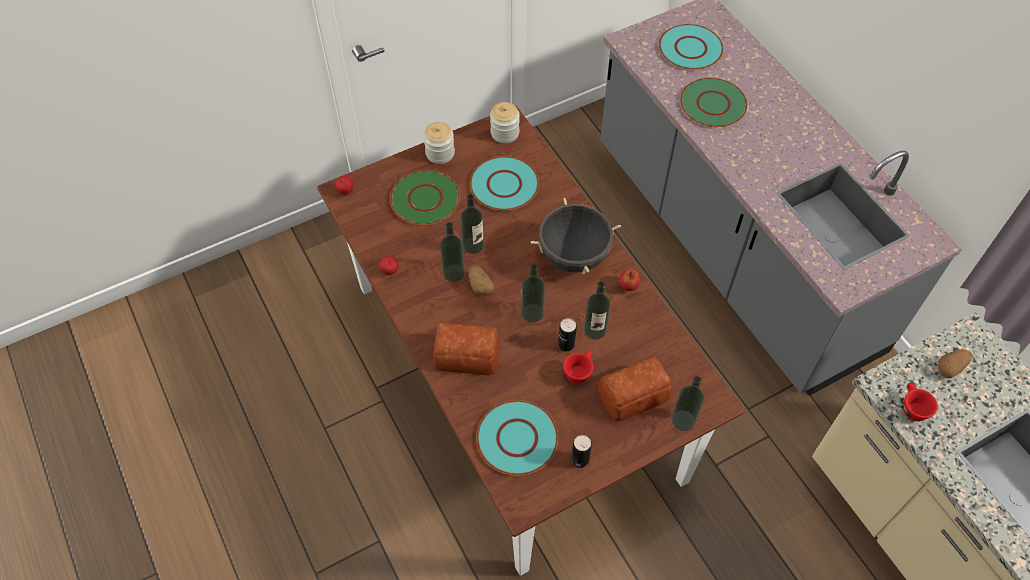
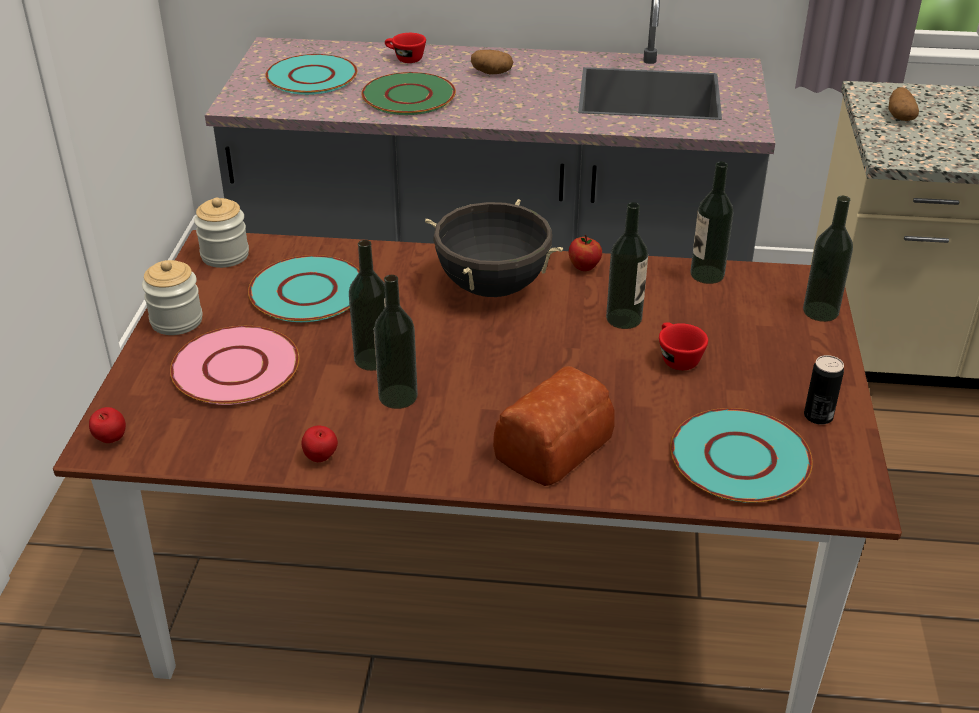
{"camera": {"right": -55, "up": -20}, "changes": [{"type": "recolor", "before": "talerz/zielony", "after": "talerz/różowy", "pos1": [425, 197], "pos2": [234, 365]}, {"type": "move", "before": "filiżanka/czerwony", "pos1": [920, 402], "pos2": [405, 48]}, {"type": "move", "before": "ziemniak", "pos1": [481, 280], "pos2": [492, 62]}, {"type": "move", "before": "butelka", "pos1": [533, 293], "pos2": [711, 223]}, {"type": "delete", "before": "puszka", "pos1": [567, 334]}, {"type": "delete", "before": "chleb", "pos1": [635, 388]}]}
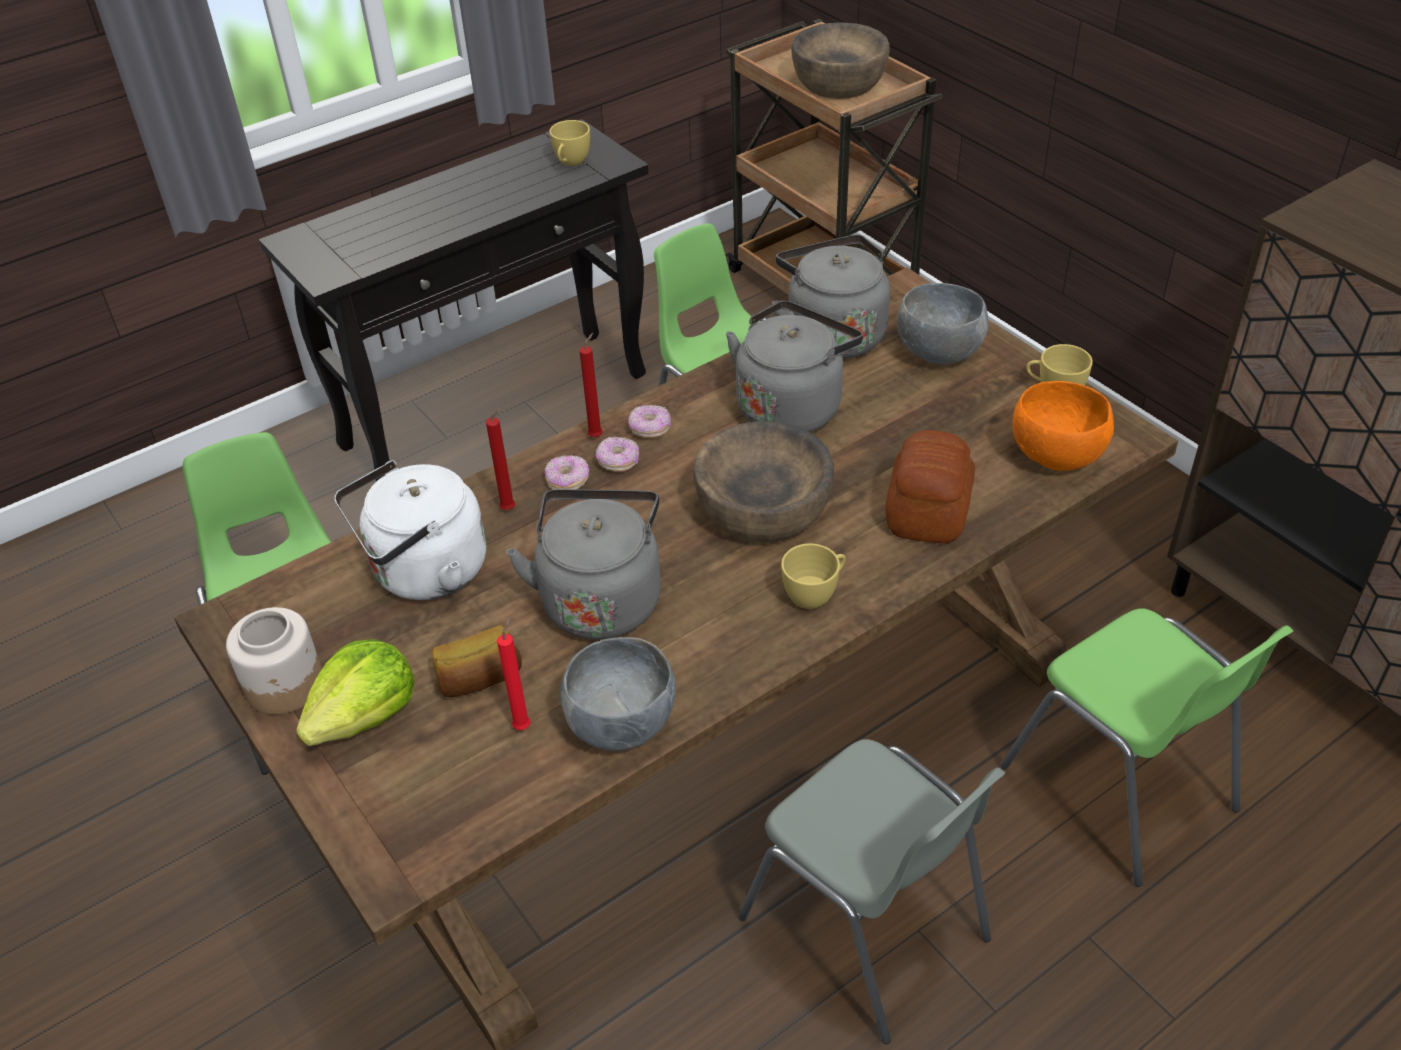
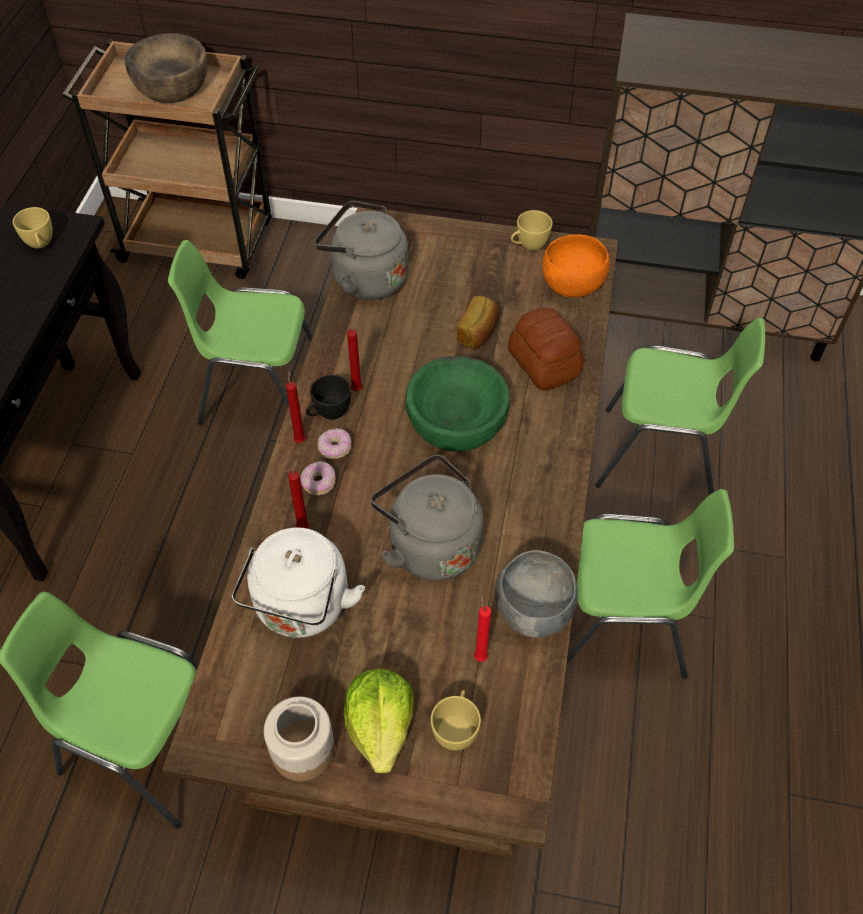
{"camera": {"right": -45, "up": 10}, "changes": [{"type": "replace", "before": "donut", "after": "filiżanka/czarny", "pos1": [649, 421], "pos2": [328, 397]}, {"type": "insert", "after": "świeca/czerwony", "pos2": [354, 358]}, {"type": "recolor", "before": "miska/brązowy", "after": "miska/zielony", "pos1": [764, 482], "pos2": [458, 403]}, {"type": "move", "before": "filiżanka/żółty", "pos1": [813, 576], "pos2": [456, 720]}, {"type": "move", "before": "chleb", "pos1": [477, 661], "pos2": [478, 322]}, {"type": "recolor", "before": "krzesło/szary", "after": "krzesło/zielony", "pos1": [871, 891], "pos2": [650, 584]}, {"type": "delete", "before": "czajnik/szary", "pos1": [794, 367]}, {"type": "delete", "before": "miska/szary", "pos1": [942, 324]}]}
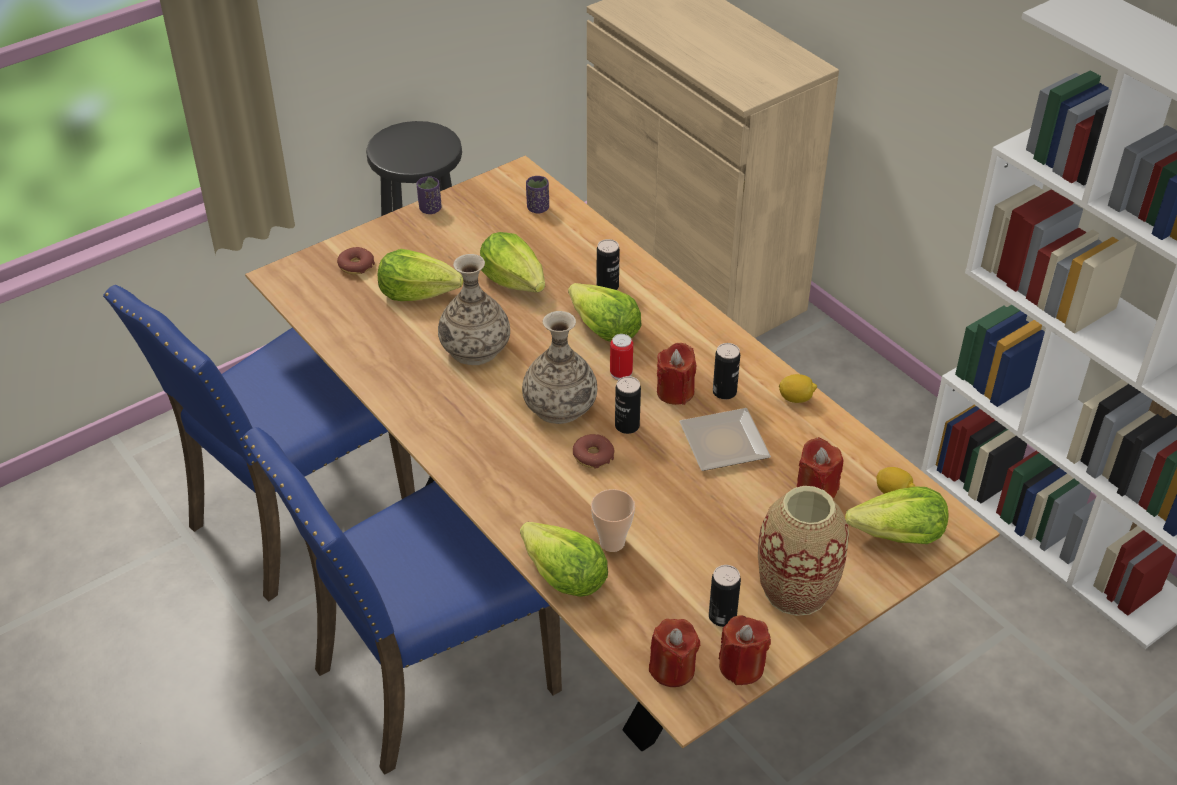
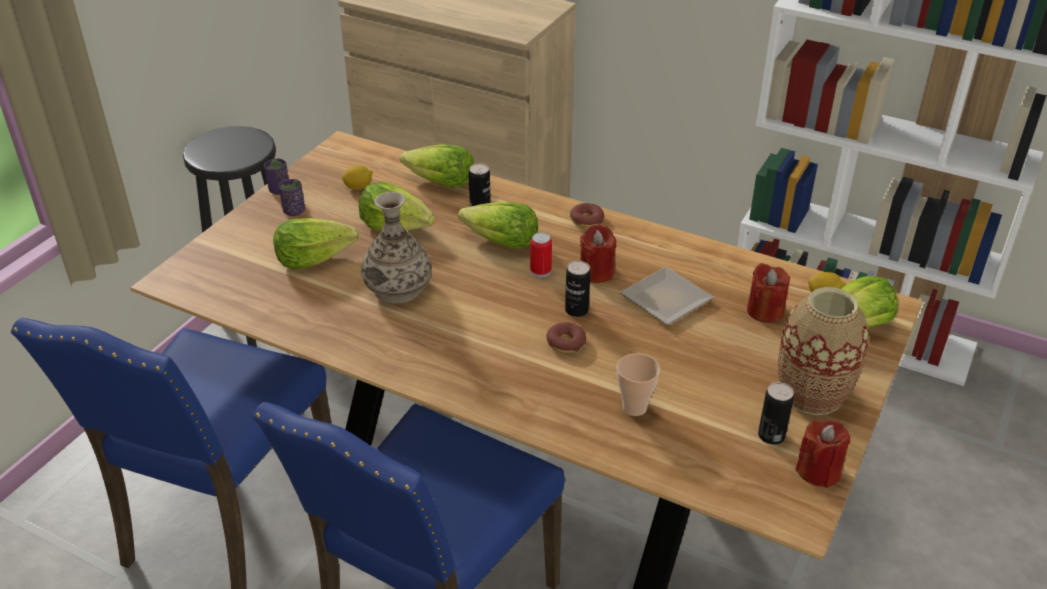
{"camera": {"right": -25, "up": -5}, "changes": [{"type": "move", "before": "filiżanka/fioletowy", "pos1": [537, 195], "pos2": [292, 197]}, {"type": "move", "before": "cytryna", "pos1": [798, 388], "pos2": [357, 177]}, {"type": "move", "before": "sałata", "pos1": [564, 559], "pos2": [437, 166]}, {"type": "move", "before": "donut", "pos1": [356, 261], "pos2": [587, 215]}, {"type": "delete", "before": "wazon", "pos1": [559, 367]}, {"type": "delete", "before": "świeca/czerwony", "pos1": [674, 653]}, {"type": "delete", "before": "puszka", "pos1": [726, 371]}]}
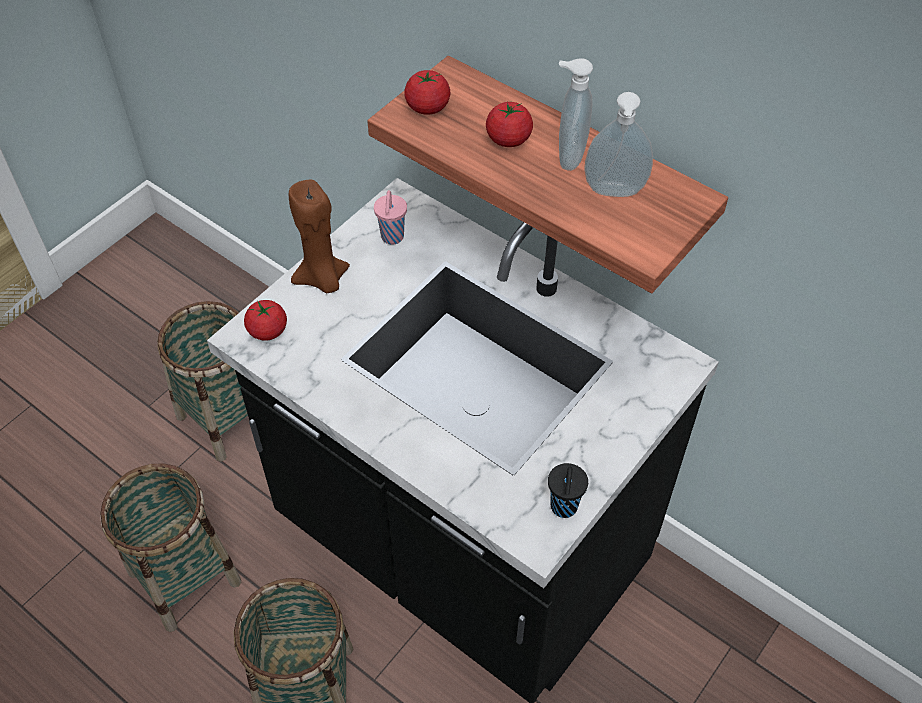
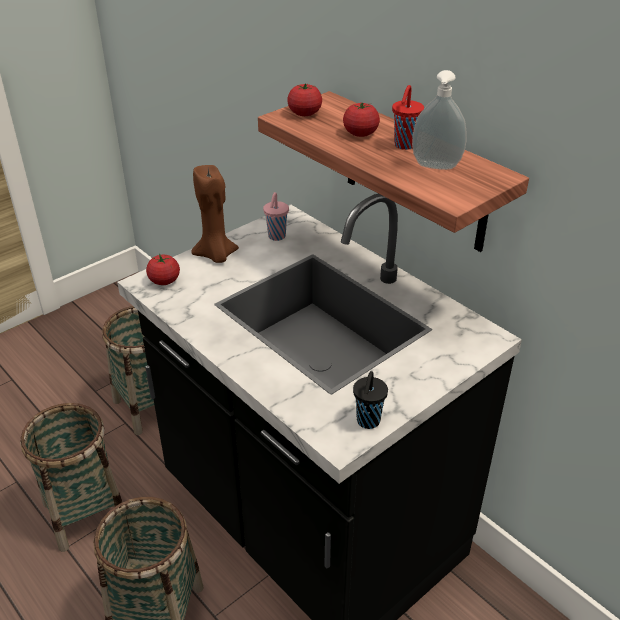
{"camera": {"right": 10, "up": -15}, "changes": [{"type": "replace", "before": "dozownik mydła", "after": "filiżanka/czerwony", "pos1": [576, 114], "pos2": [408, 117]}]}
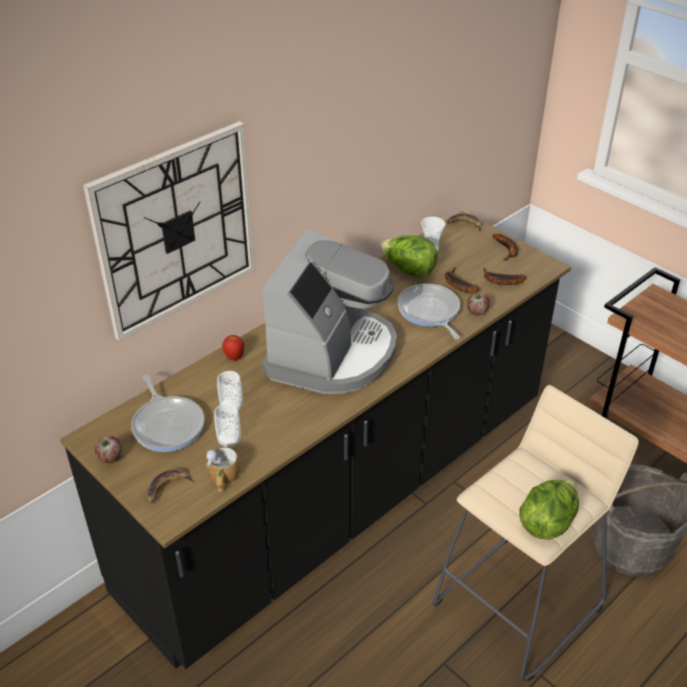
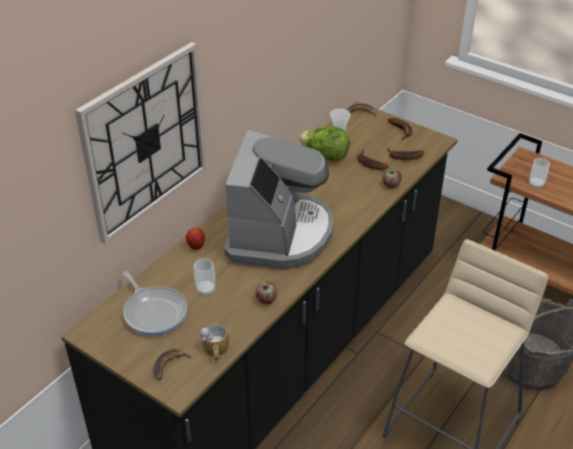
{"camera": {"right": -10, "up": 0}, "changes": [{"type": "move", "before": "jabłko", "pos1": [108, 449], "pos2": [266, 292]}, {"type": "move", "before": "filiżanka", "pos1": [227, 425], "pos2": [539, 173]}, {"type": "delete", "before": "patelnia", "pos1": [428, 311]}, {"type": "delete", "before": "sałata", "pos1": [549, 509]}]}
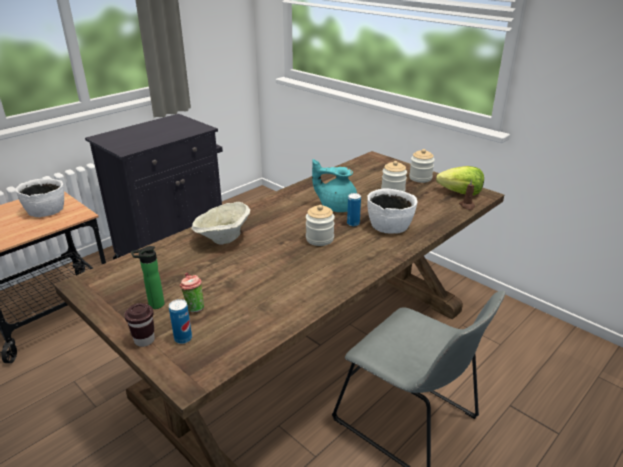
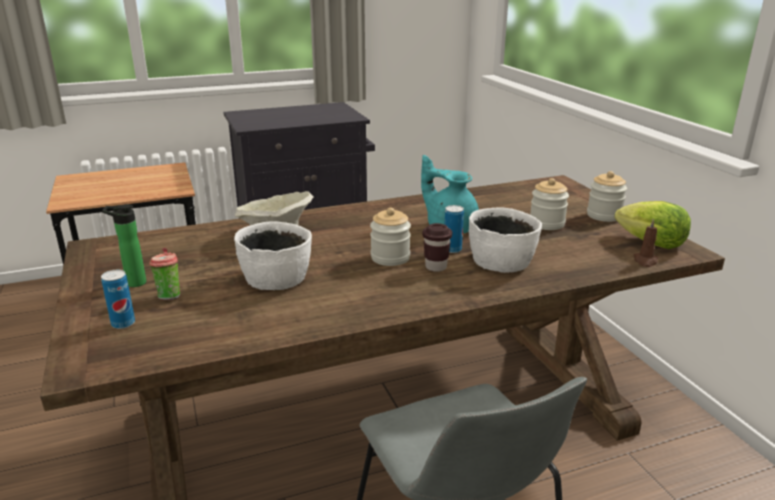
{"camera": {"right": 25, "up": -5}, "changes": [{"type": "move", "before": "miska/biały", "pos1": [40, 198], "pos2": [273, 255]}, {"type": "move", "before": "filiżanka/brązowy", "pos1": [139, 325], "pos2": [437, 247]}]}
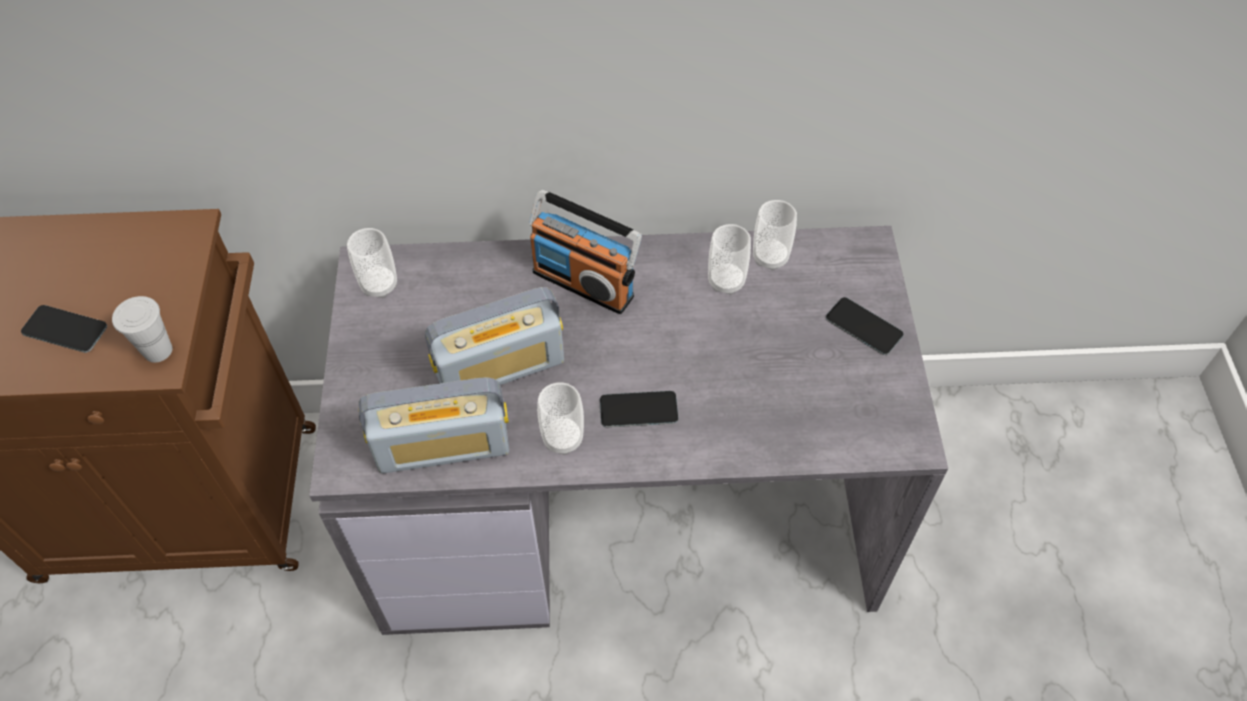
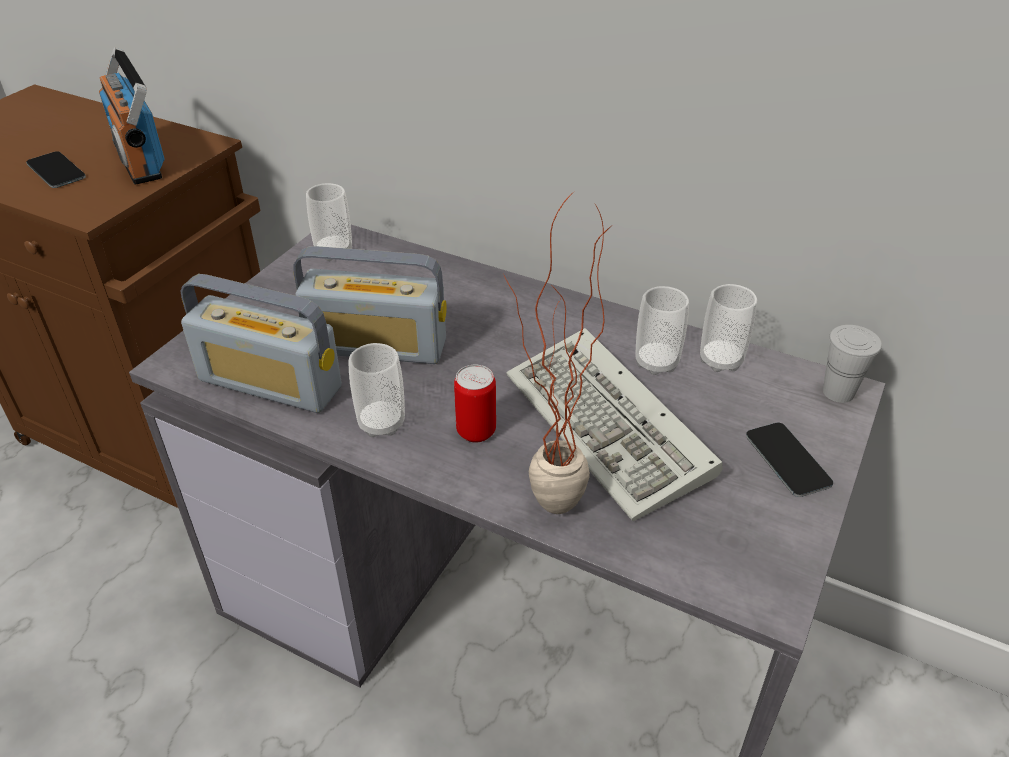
{"camera": {"right": 30, "up": -15}, "changes": [{"type": "move", "before": "radio", "pos1": [585, 252], "pos2": [131, 115]}, {"type": "replace", "before": "telefon", "after": "puszka", "pos1": [639, 409], "pos2": [475, 403]}, {"type": "insert", "after": "roślina doniczkowa", "pos2": [557, 352]}, {"type": "insert", "after": "klawiatura", "pos2": [614, 424]}, {"type": "move", "before": "filiżanka/biały", "pos1": [142, 329], "pos2": [852, 364]}]}
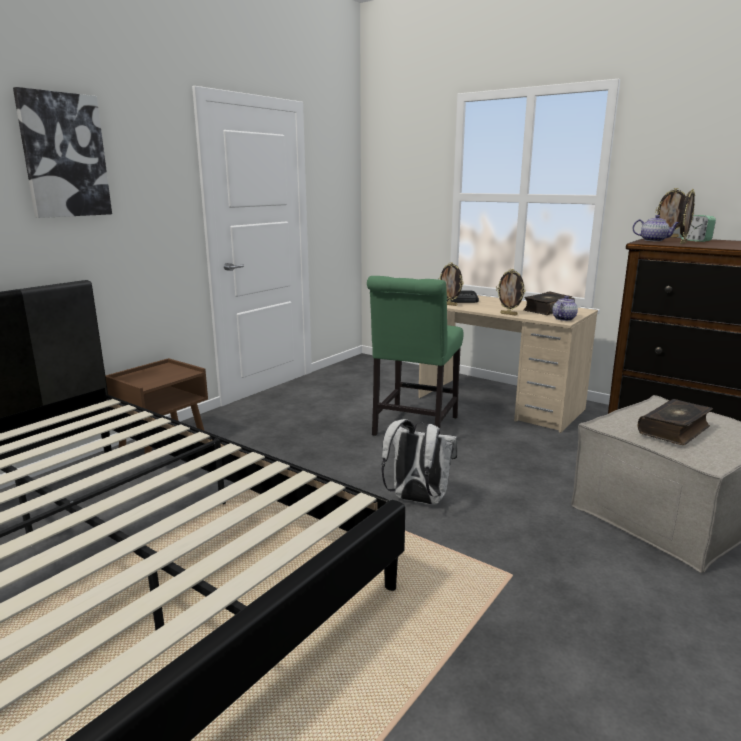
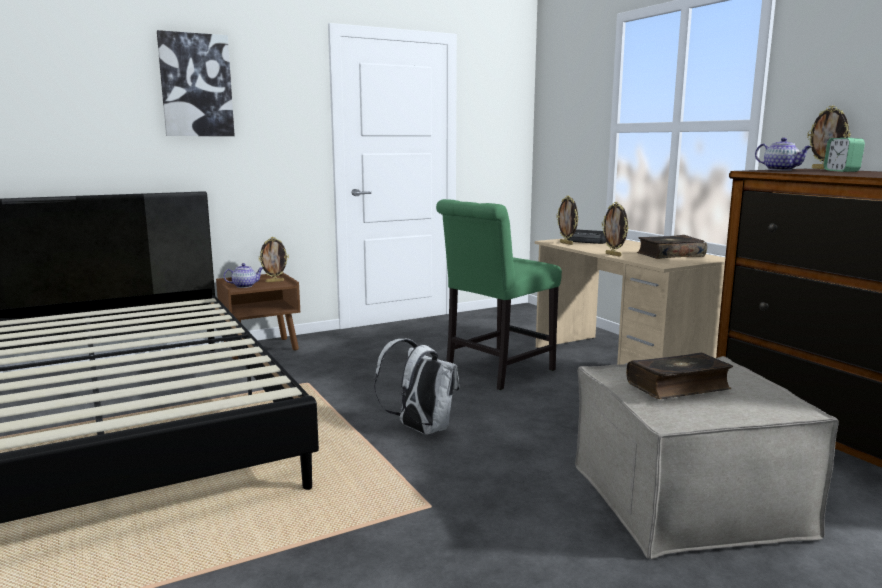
{"camera": {"right": 25, "up": -5}, "changes": [{"type": "move", "before": "imbryk", "pos1": [565, 308], "pos2": [243, 275]}, {"type": "move", "before": "ramka na zdjęcie", "pos1": [687, 216], "pos2": [273, 260]}]}
